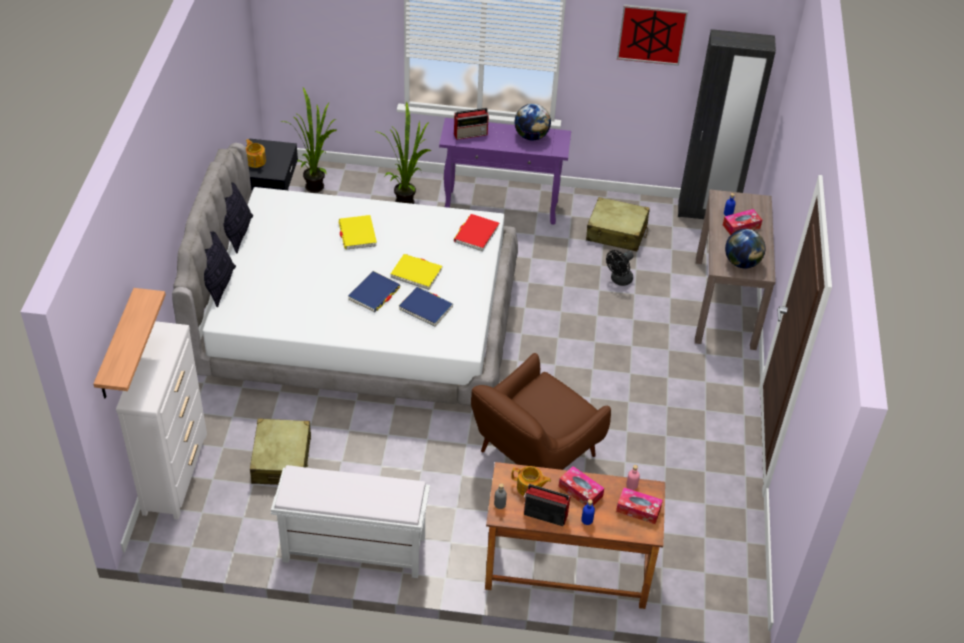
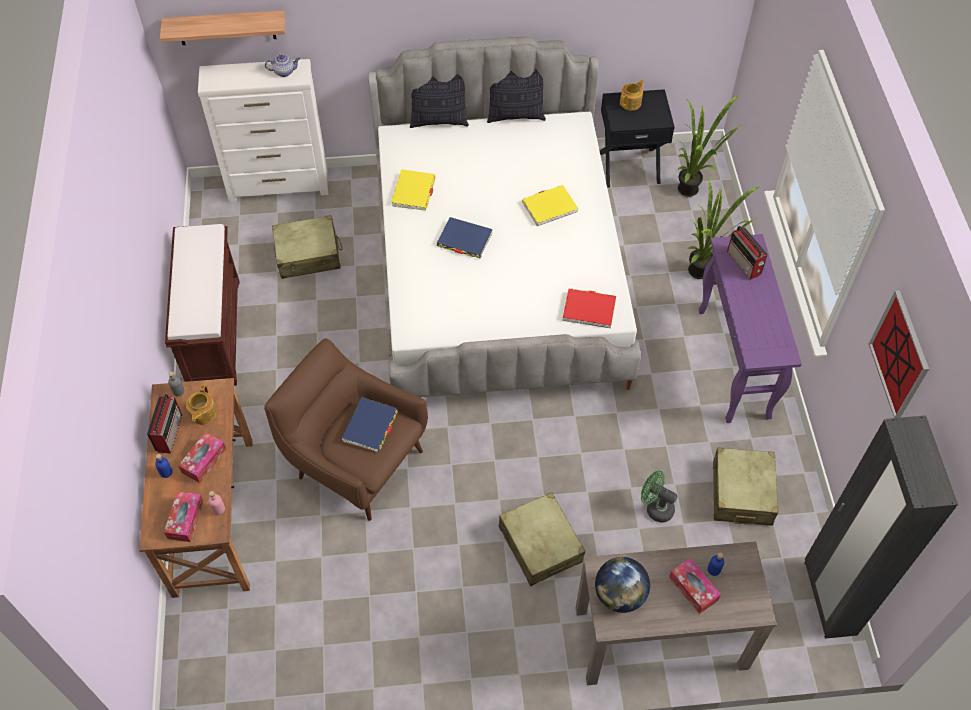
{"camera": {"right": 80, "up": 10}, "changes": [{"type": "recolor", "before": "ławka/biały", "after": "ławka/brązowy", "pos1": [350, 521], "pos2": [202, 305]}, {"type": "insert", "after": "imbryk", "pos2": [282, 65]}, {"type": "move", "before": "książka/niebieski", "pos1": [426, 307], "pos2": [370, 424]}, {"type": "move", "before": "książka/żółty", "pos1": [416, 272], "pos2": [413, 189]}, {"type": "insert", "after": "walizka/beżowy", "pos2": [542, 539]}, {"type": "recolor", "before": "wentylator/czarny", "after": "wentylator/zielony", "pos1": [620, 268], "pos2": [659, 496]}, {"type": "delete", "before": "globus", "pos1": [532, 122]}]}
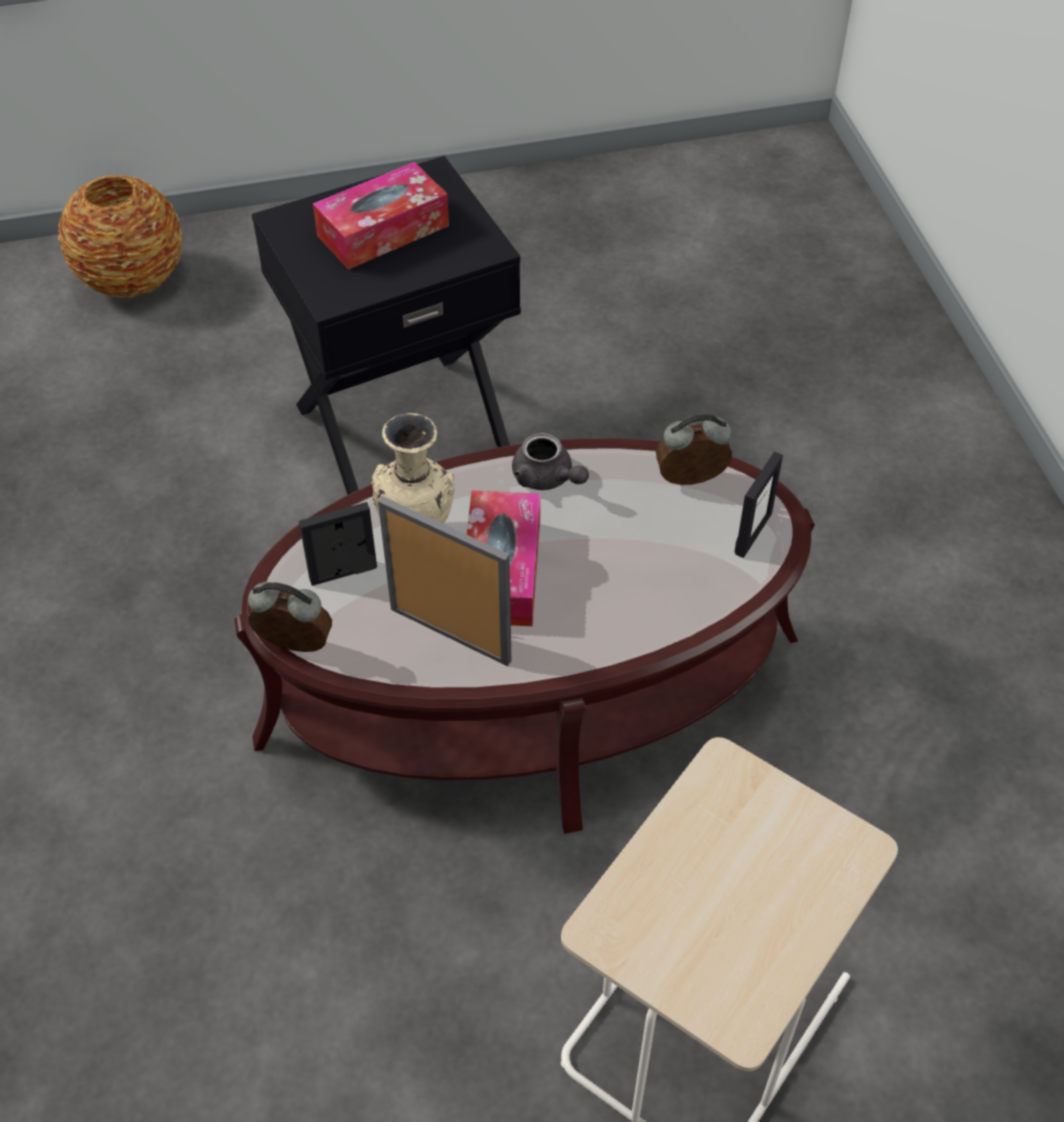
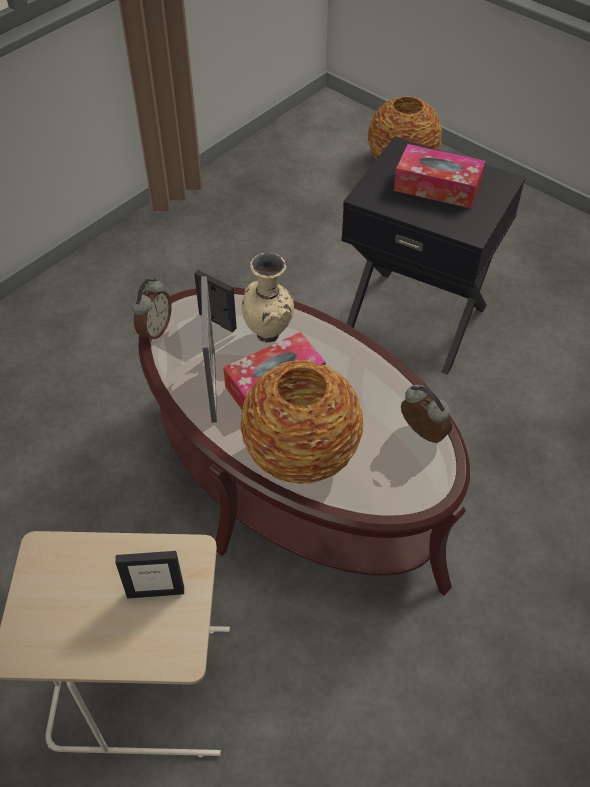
{"camera": {"right": 55, "up": 0}, "changes": [{"type": "move", "before": "ramka na zdjęcie", "pos1": [758, 504], "pos2": [149, 574]}, {"type": "rotate", "before": "budzik", "pos1": [290, 617], "pos2": [151, 310], "turn": 45}, {"type": "insert", "after": "wazon", "pos2": [301, 422]}, {"type": "delete", "before": "imbryk/szary", "pos1": [550, 461]}]}
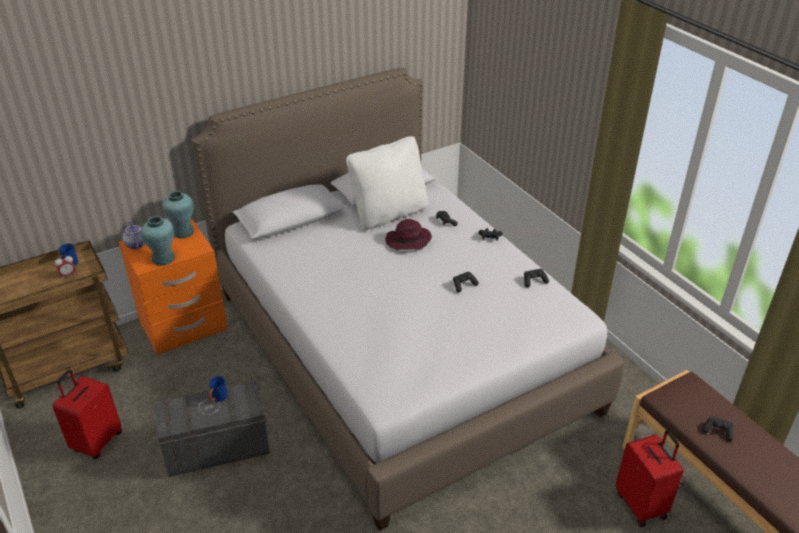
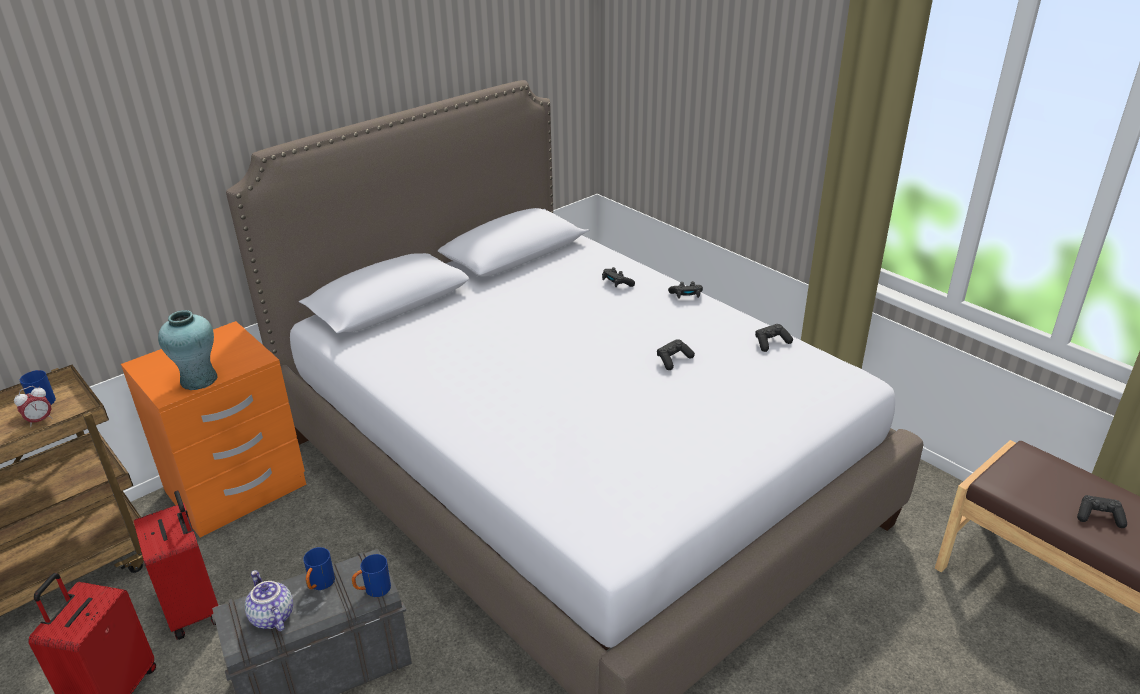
{"camera": {"right": -10, "up": -5}, "changes": [{"type": "move", "before": "walizka/czerwony", "pos1": [650, 478], "pos2": [176, 565]}, {"type": "move", "before": "imbryk", "pos1": [133, 235], "pos2": [269, 601]}, {"type": "insert", "after": "kubek/niebieski", "pos2": [371, 575]}, {"type": "delete", "before": "wazon/turkusowy", "pos1": [178, 215]}, {"type": "delete", "before": "poduszka/biały", "pos1": [387, 183]}, {"type": "delete", "before": "kapelusz/fioletowy", "pos1": [408, 234]}]}
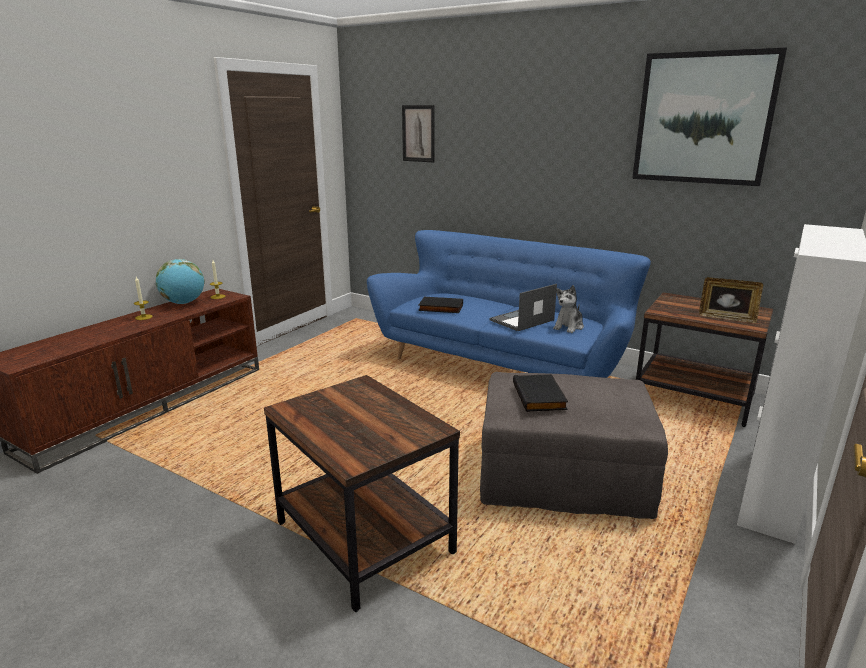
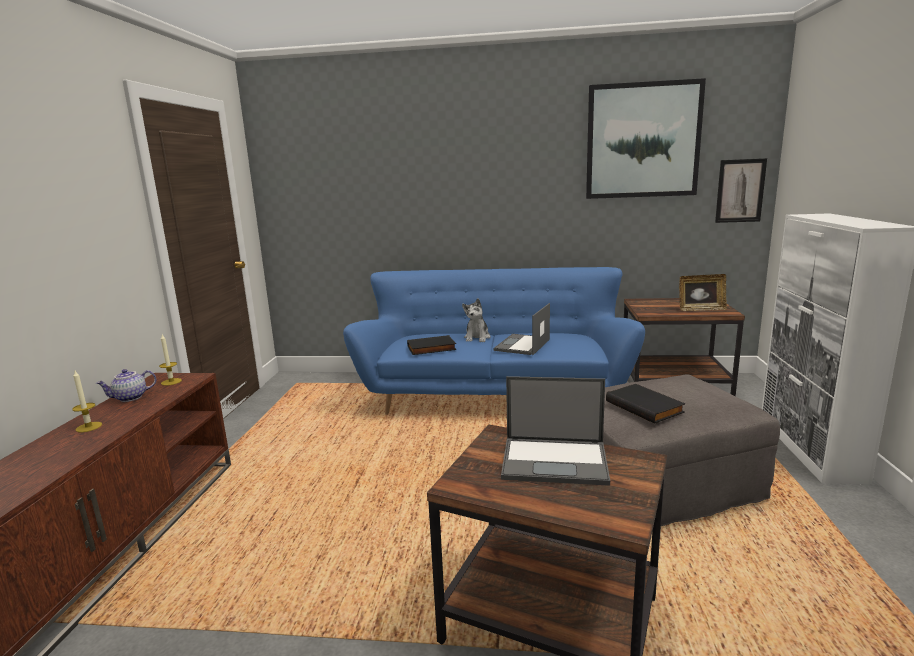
{"camera": {"right": -25, "up": -5}, "changes": [{"type": "replace", "before": "globus", "after": "imbryk", "pos1": [180, 281], "pos2": [126, 385]}, {"type": "move", "before": "pluszak", "pos1": [568, 309], "pos2": [476, 320]}, {"type": "insert", "after": "laptop", "pos2": [555, 431]}, {"type": "move", "before": "obraz", "pos1": [418, 133], "pos2": [741, 190]}]}
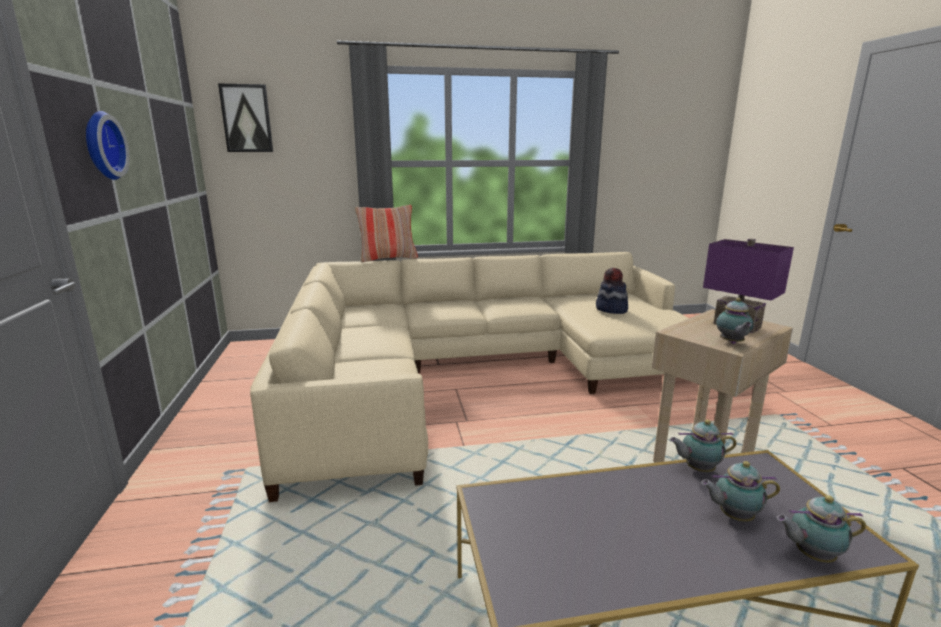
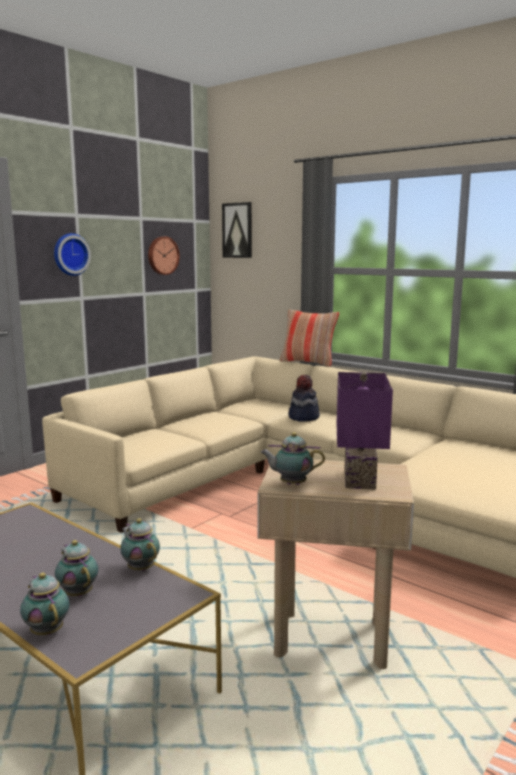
{"camera": {"right": 50, "up": -5}, "changes": [{"type": "insert", "after": "zegar ścienny", "pos2": [164, 255]}, {"type": "rotate", "before": "imbryk", "pos1": [735, 321], "pos2": [292, 458], "turn": 45}, {"type": "move", "before": "kapelusz", "pos1": [612, 291], "pos2": [304, 398]}]}
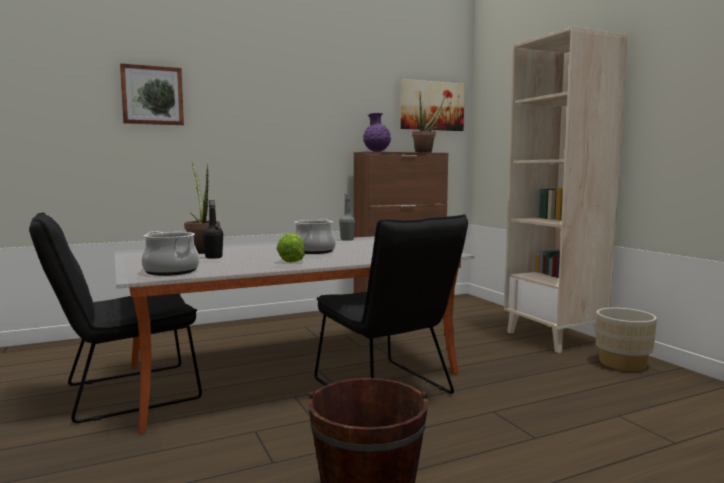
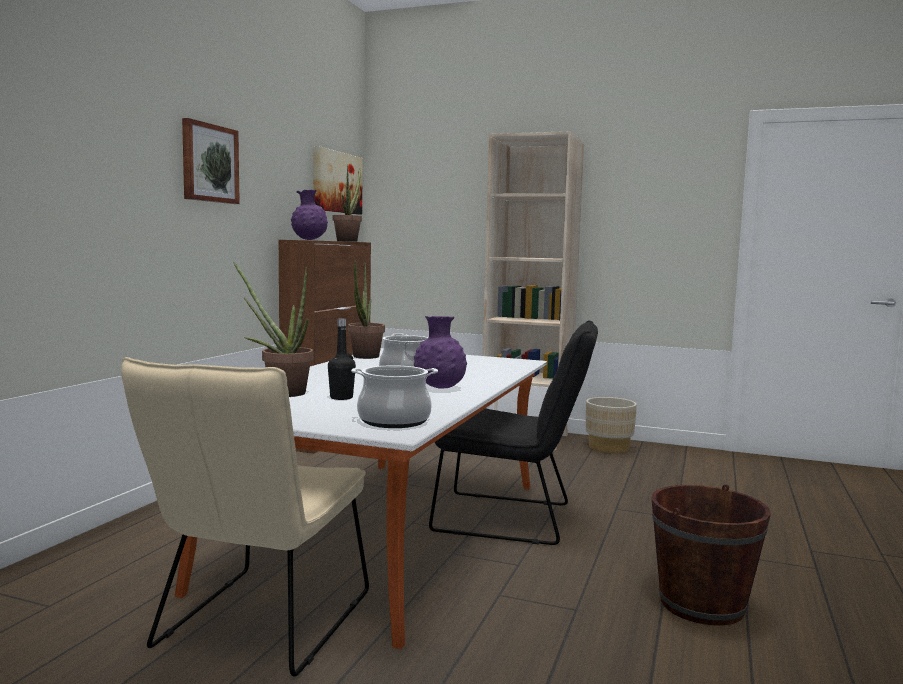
{"camera": {"right": -45, "up": 0}, "changes": [{"type": "recolor", "before": "krzesło/czarny", "after": "krzesło/beżowy", "pos1": [115, 318], "pos2": [245, 517]}, {"type": "move", "before": "obraz", "pos1": [152, 94], "pos2": [211, 161]}, {"type": "replace", "before": "butelka/szary", "after": "roślina doniczkowa", "pos1": [347, 217], "pos2": [366, 310]}, {"type": "replace", "before": "sałata", "after": "wazon/fioletowy", "pos1": [291, 248], "pos2": [440, 352]}]}
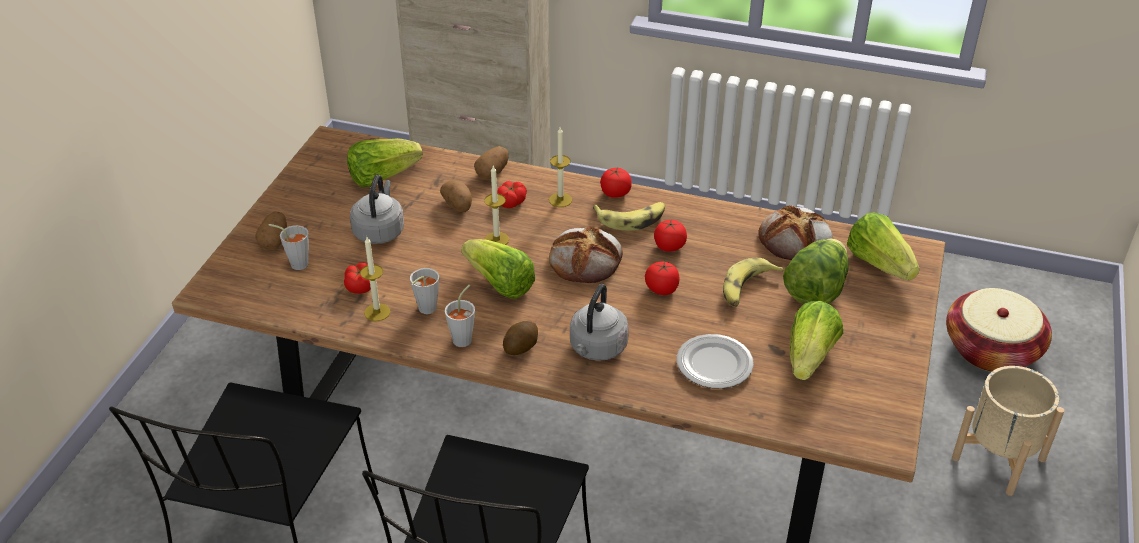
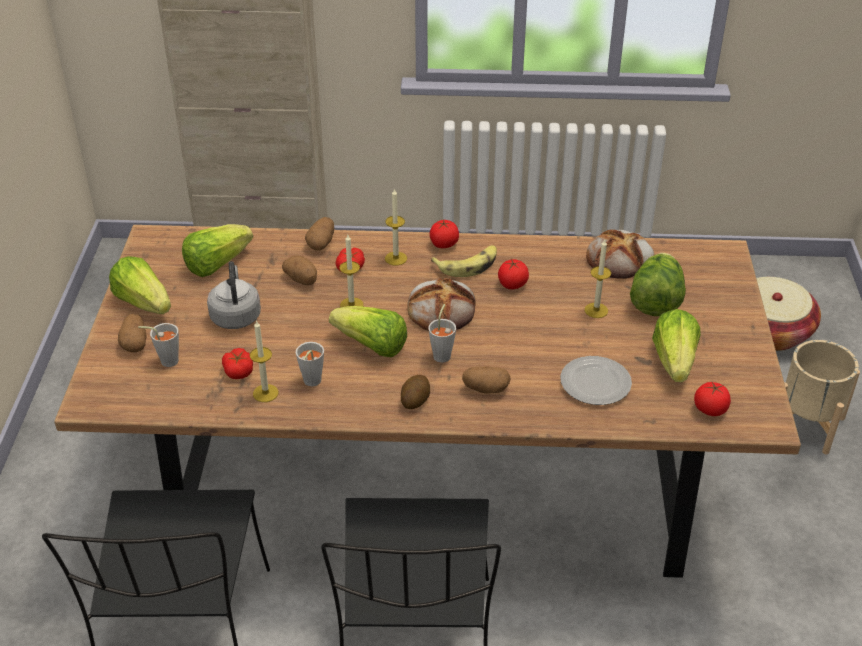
{"camera": {"right": -15, "up": 0}, "changes": [{"type": "move", "before": "sałata", "pos1": [883, 246], "pos2": [140, 285]}, {"type": "move", "before": "filiżanka/szary", "pos1": [460, 316], "pos2": [442, 333]}, {"type": "replace", "before": "czajnik/szary", "after": "ziemniak", "pos1": [599, 322], "pos2": [486, 379]}, {"type": "replace", "before": "banan", "after": "świeca", "pos1": [753, 282], "pos2": [598, 279]}, {"type": "move", "before": "pomidor", "pos1": [662, 278], "pos2": [712, 399]}]}
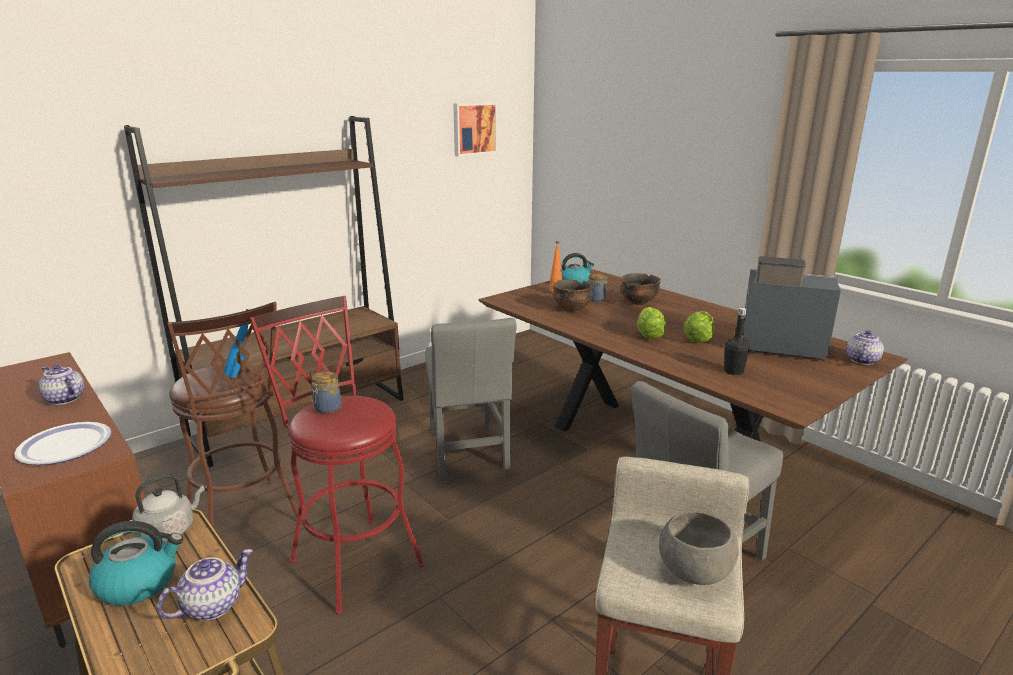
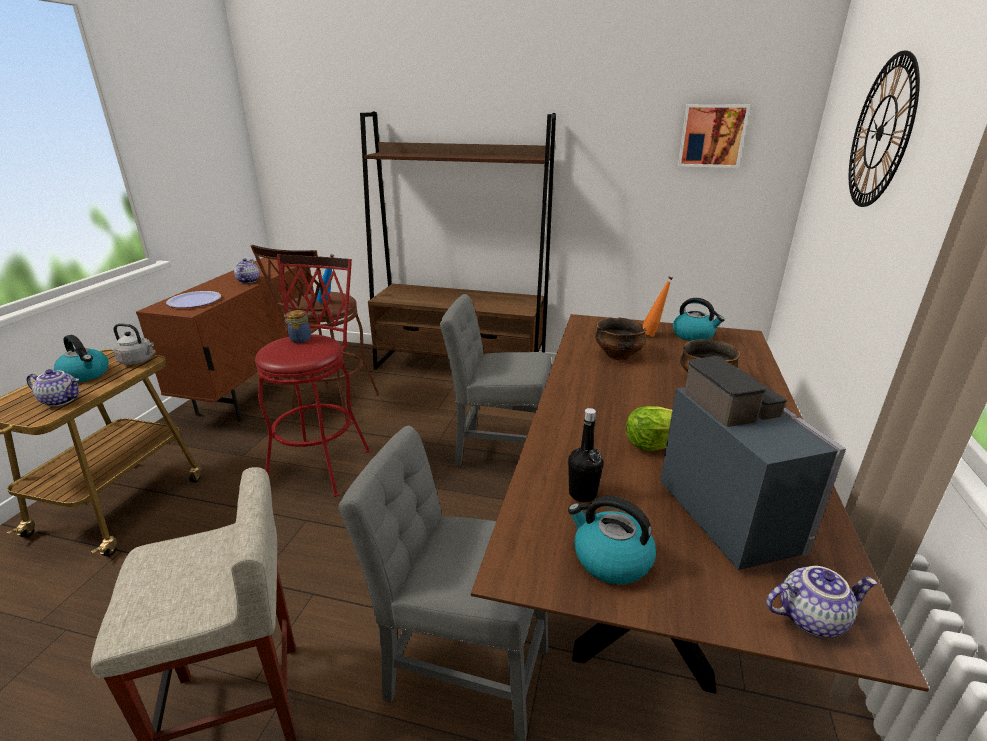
{"camera": {"right": 55, "up": 5}, "changes": [{"type": "rotate", "before": "krzesło/szary", "pos1": [471, 398], "pos2": [495, 380], "turn": 60}, {"type": "insert", "after": "czajnik", "pos2": [612, 540]}, {"type": "insert", "after": "zegar ścienny", "pos2": [884, 129]}, {"type": "delete", "before": "słoik", "pos1": [598, 288]}, {"type": "delete", "before": "sałata", "pos1": [651, 323]}, {"type": "delete", "before": "miska/szary", "pos1": [699, 548]}]}
